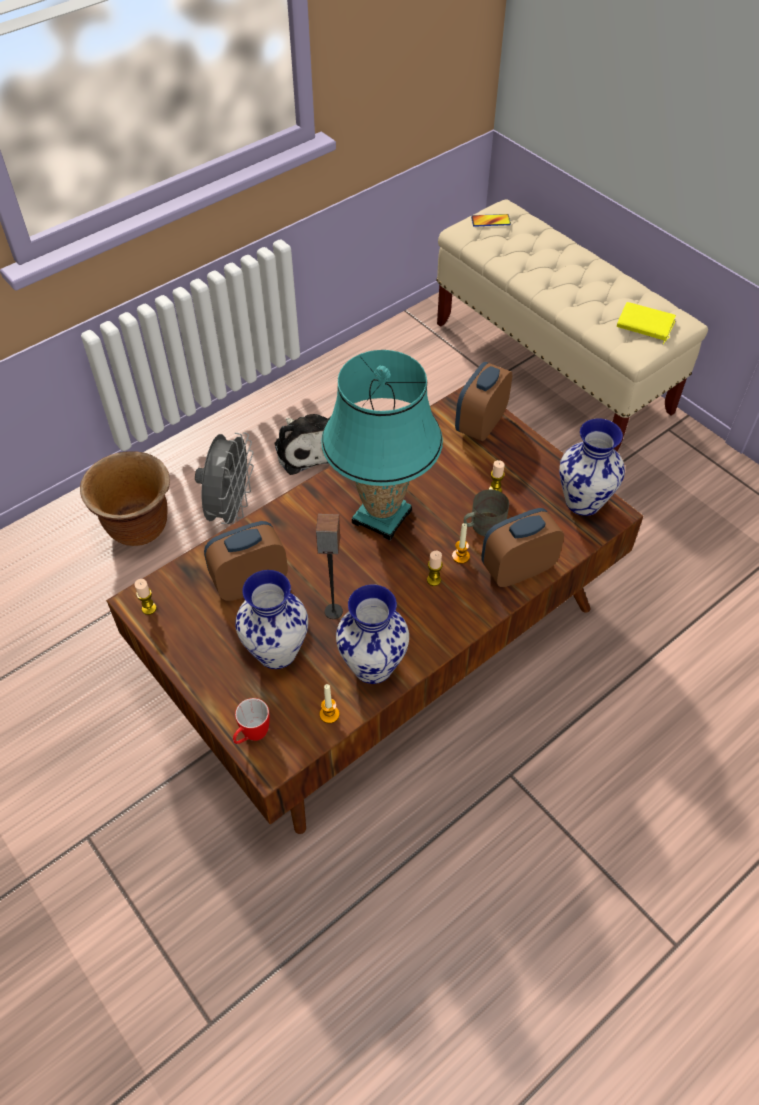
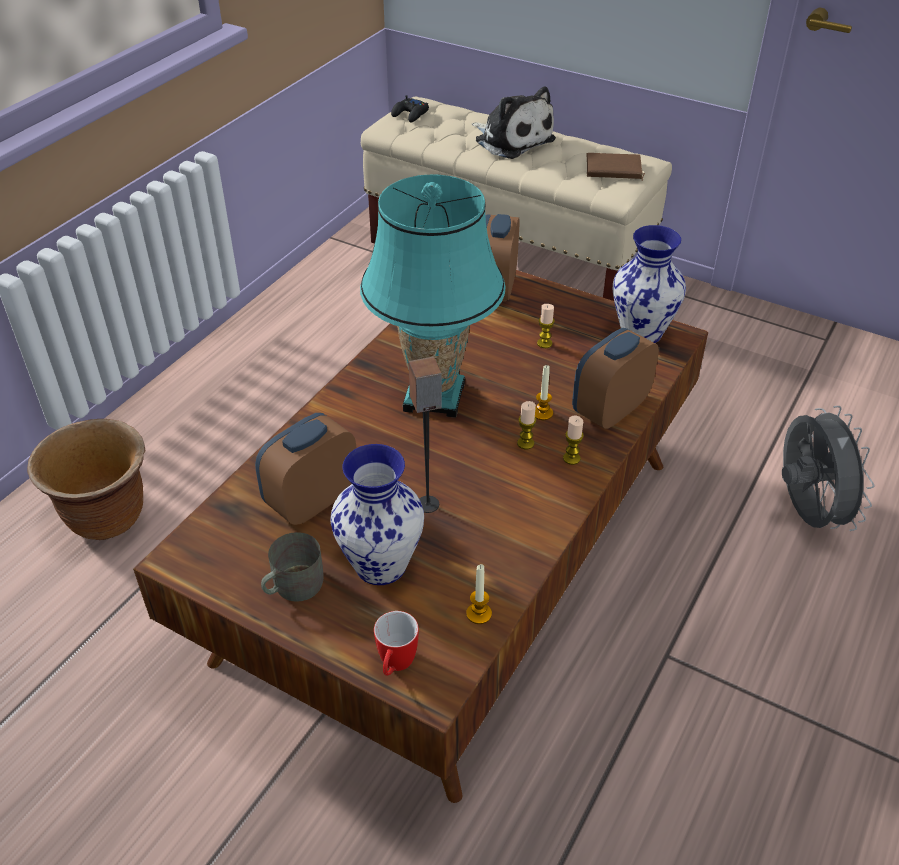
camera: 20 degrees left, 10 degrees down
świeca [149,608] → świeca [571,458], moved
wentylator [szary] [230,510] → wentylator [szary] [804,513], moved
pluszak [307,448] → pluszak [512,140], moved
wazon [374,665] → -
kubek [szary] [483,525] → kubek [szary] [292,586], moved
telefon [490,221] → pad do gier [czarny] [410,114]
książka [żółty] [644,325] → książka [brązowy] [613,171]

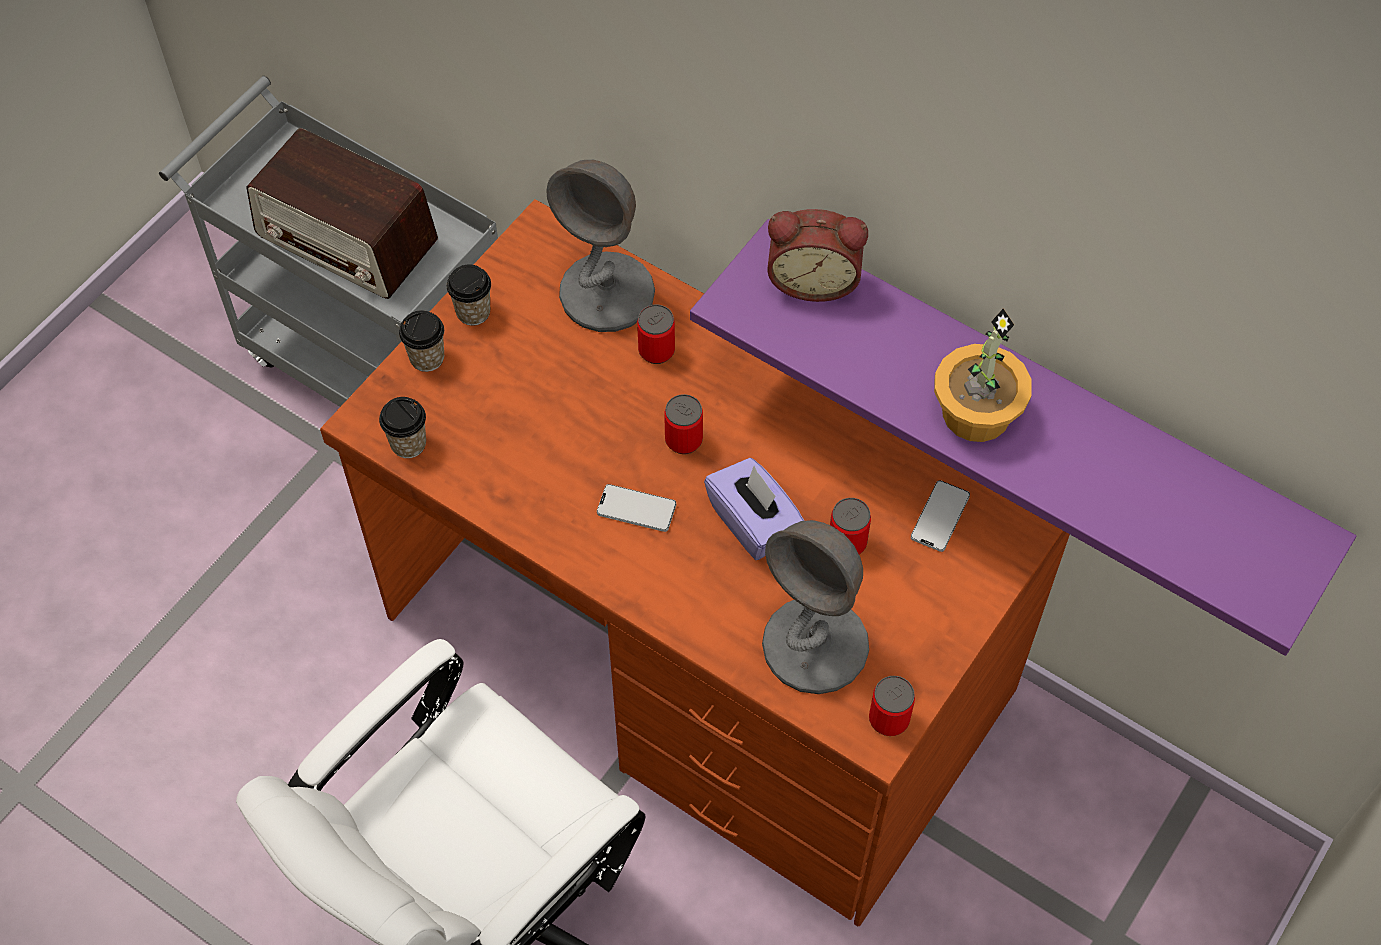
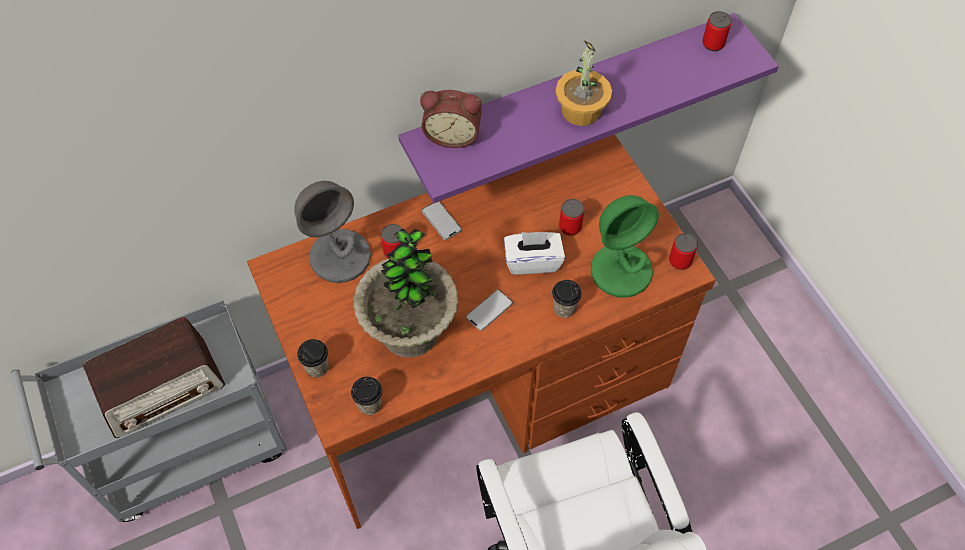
camera: 60 degrees left, 0 degrees up
filiżanka [473,312] → filiżanka [564,308], moved
puszka [683,440] → puszka [713,44], moved
pudełko chusteczek [fioletowy] [754,523] → pudełko chusteczek [biały] [532,261]
lampa stołowa [szary] [816,646] → lampa stołowa [zielony] [621,270]
budzik [813,279] → budzik [452,134], 60 degrees clockwise
telefon [940,517] → telefon [441,221], moved
- → roślina doniczkowa [410,331]

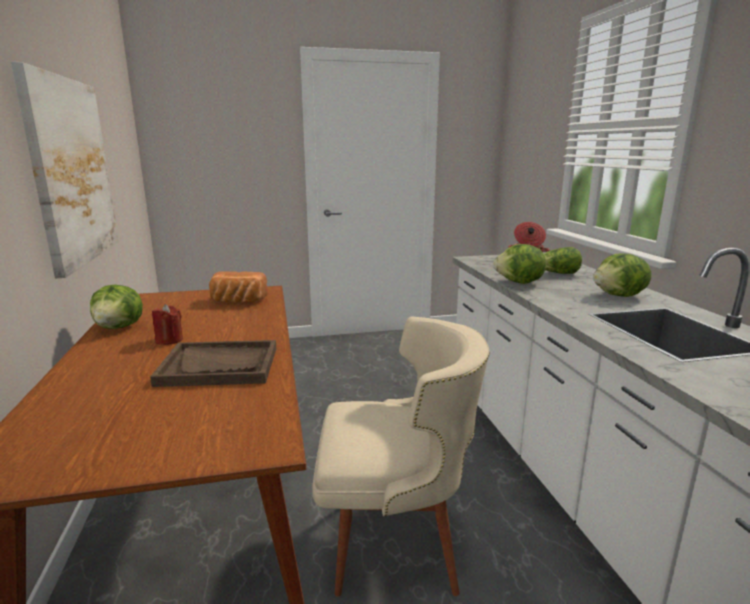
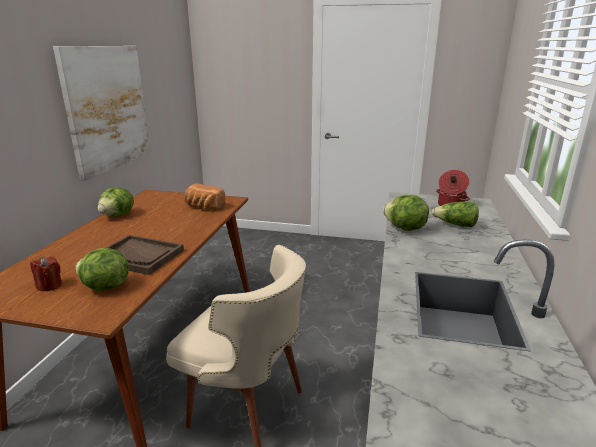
camera: 25 degrees right, 5 degrees up
świeca [czerwony] [169,340] → świeca [czerwony] [49,285], moved
sałata [619,296] → sałata [105,287], moved

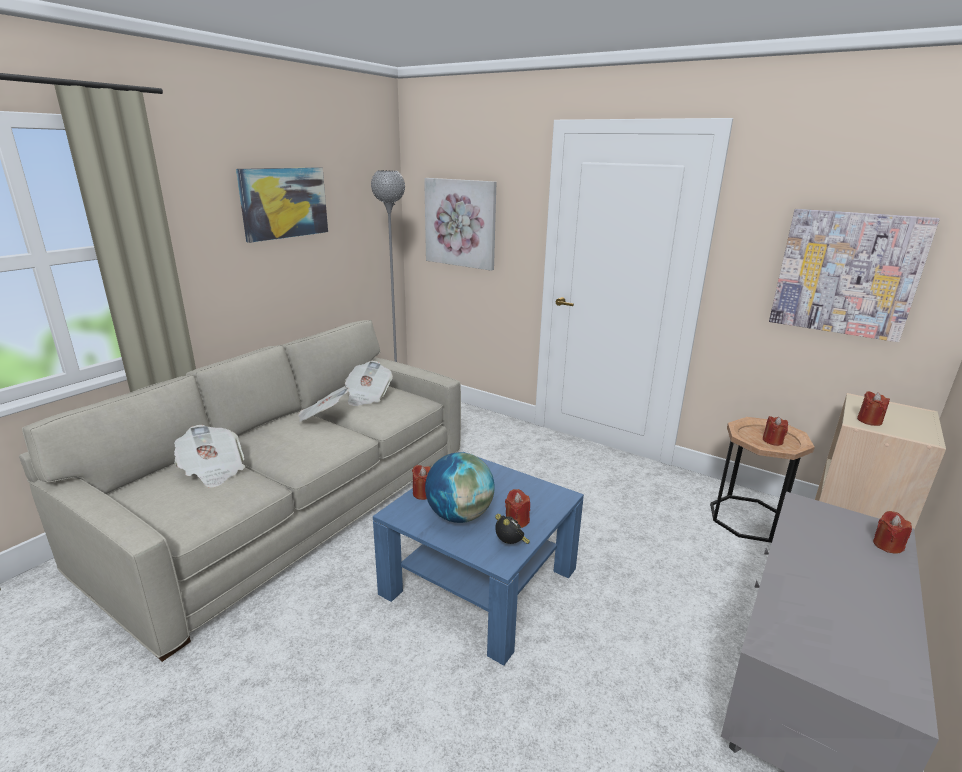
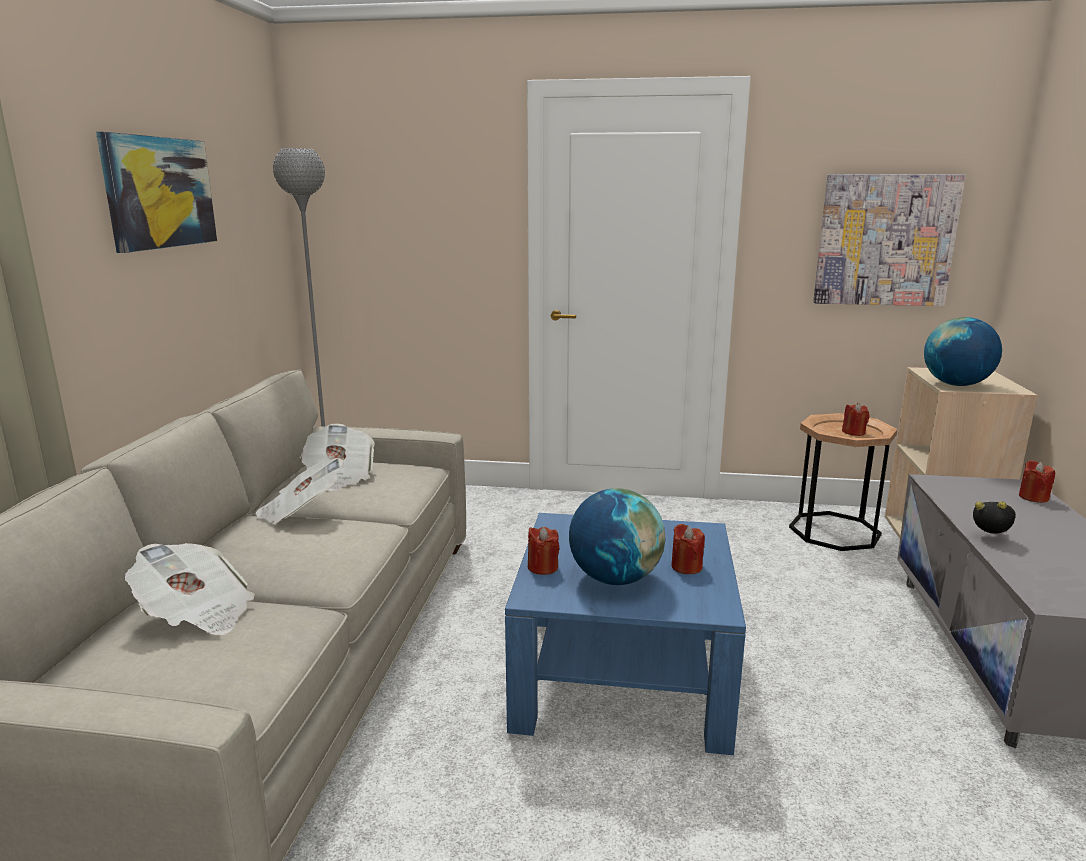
camera: 25 degrees left, 5 degrees down
obraz [461,223] → -
budzik [510,545] → budzik [991,537], moved
świeca [czerwony] [869,421] → globus [956,384]

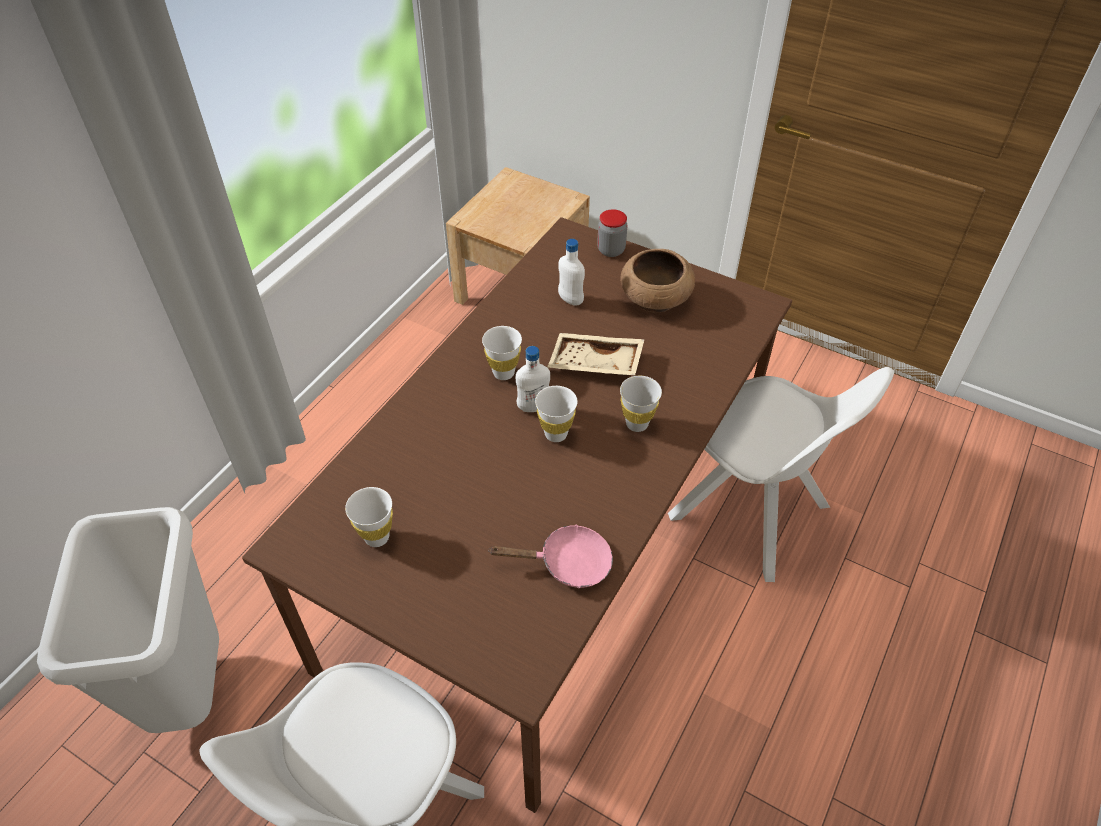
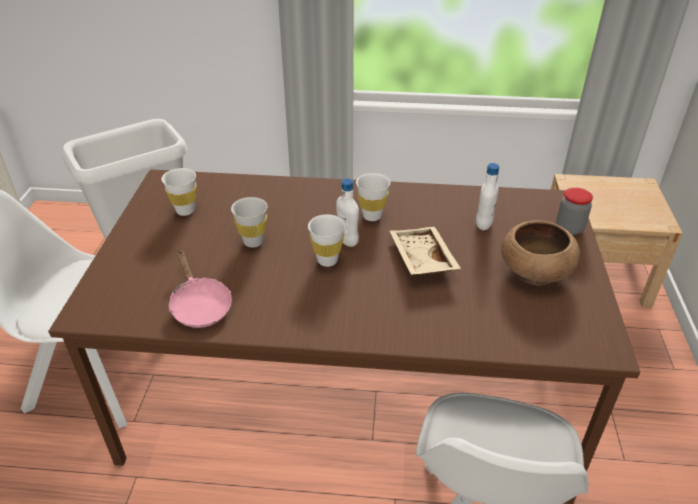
camera: 65 degrees right, 10 degrees down
filiżanka [biały] [637,424] → filiżanka [biały] [253,242], moved

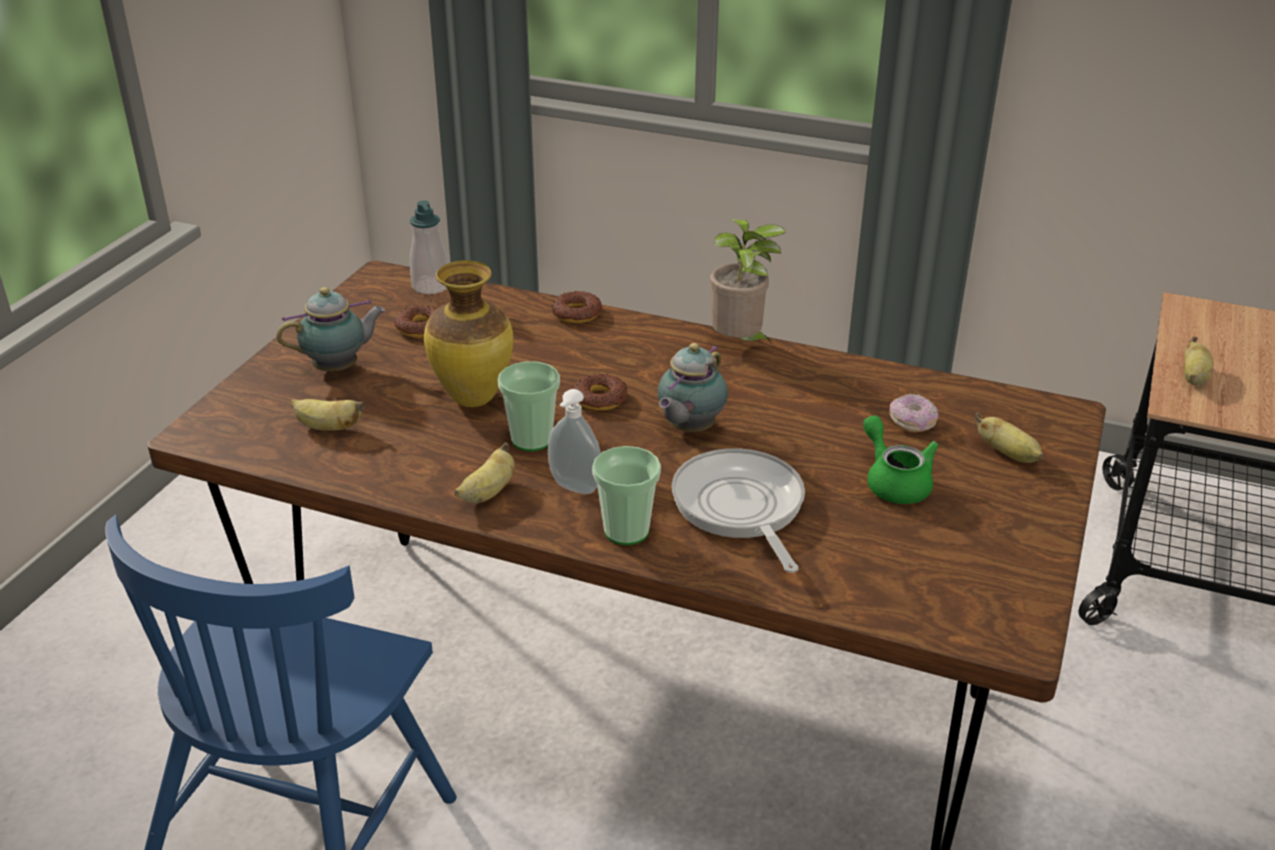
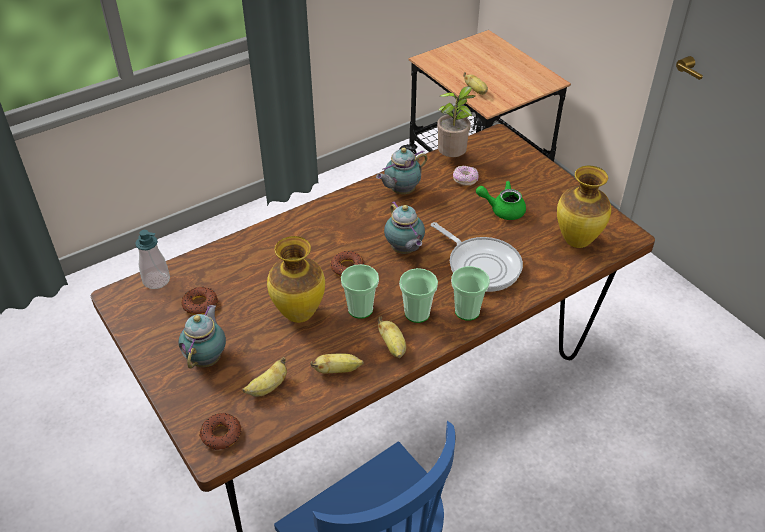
camera: 55 degrees left, 10 degrees up
dozownik mydła [573,488] → filiżanka [417,313]
donut [576,313] → donut [221,435], moved
patelnia [740,508] → patelnia [481,265], 150 degrees counterclockwise
roślina doniczkowa [740,344] → roślina doniczkowa [453,158], moved
banan [1008,454] → banan [337,370], moved
- → imbryk [401,191]
- → wazon [576,242]

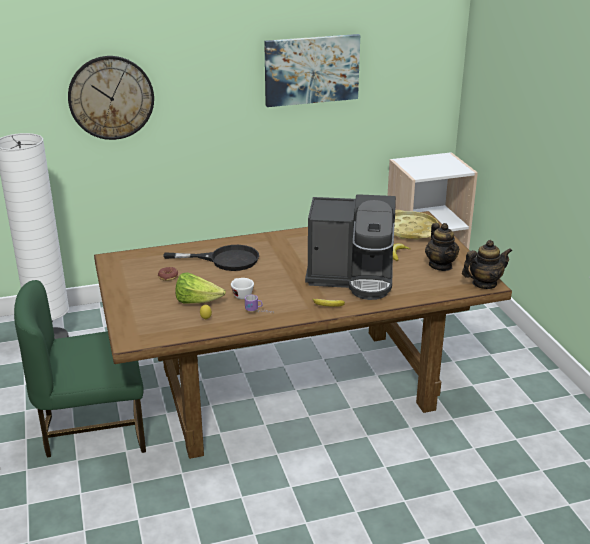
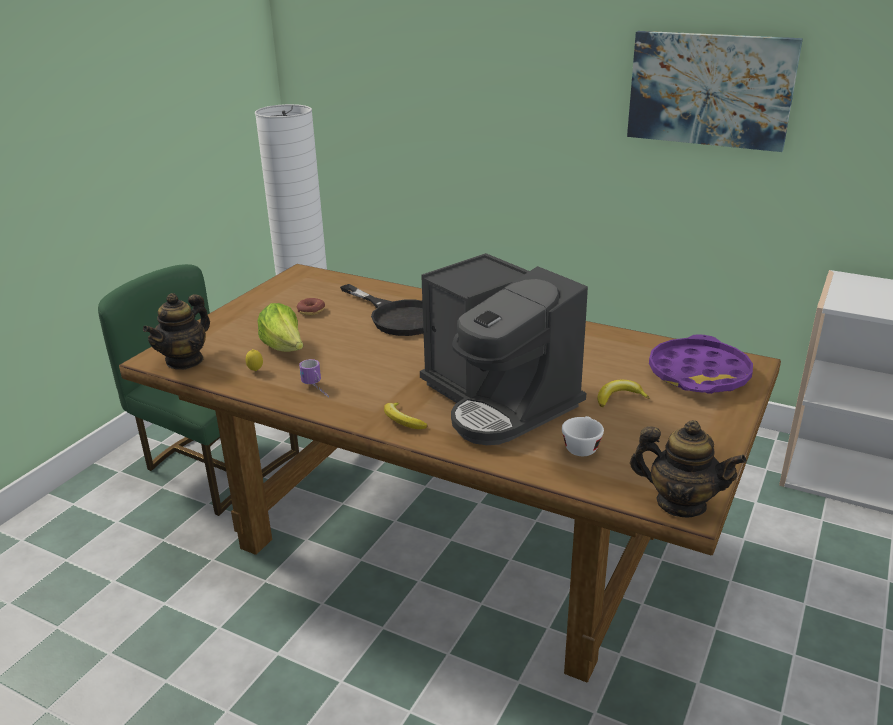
camera: 45 degrees right, 0 degrees up
zegar ścienny [111,97] → -
filiżanka [biały] [241,294] → filiżanka [biały] [581,446], moved
taca [żółty] [410,230] → taca [fioletowy] [699,374]
imbryk [440,265] → imbryk [185,360], moved

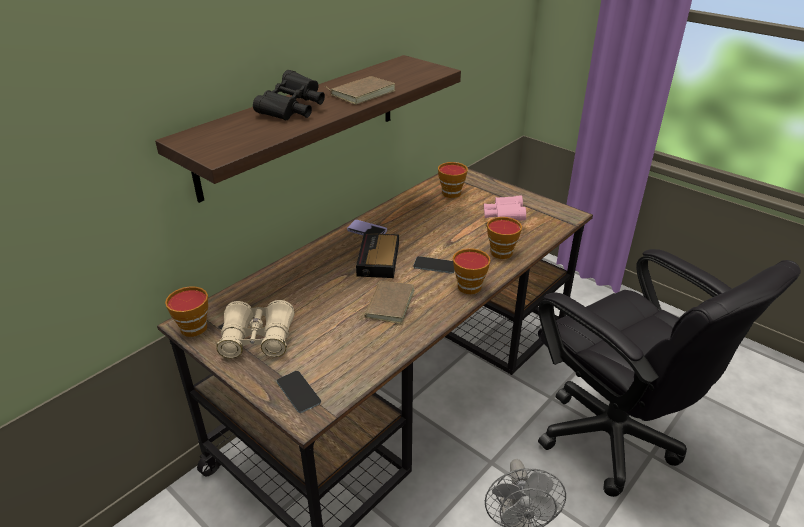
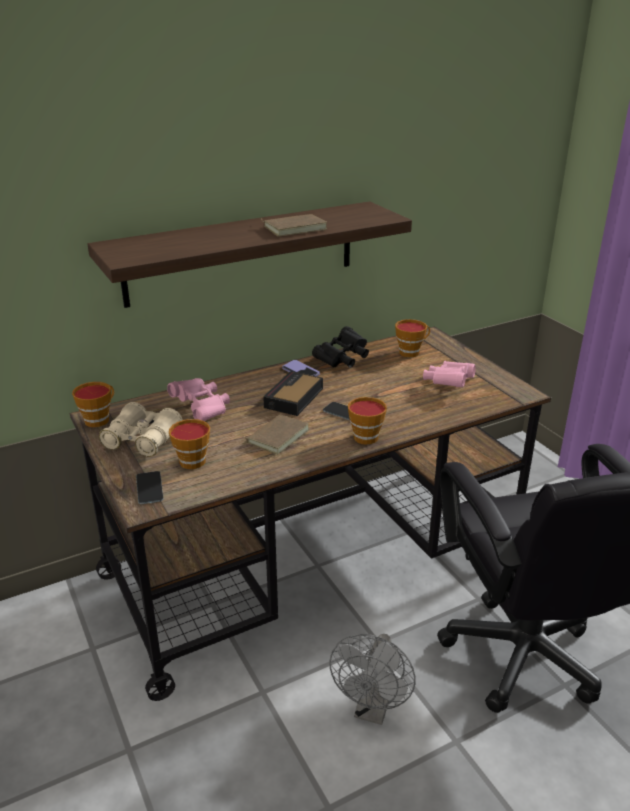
camera: 20 degrees right, 5 degrees down
lornetka [czarny] [293,110] → lornetka [czarny] [343,359], moved
filiżanka [500,251] → filiżanka [193,459], moved
- → lornetka [różowy] [202,408]

